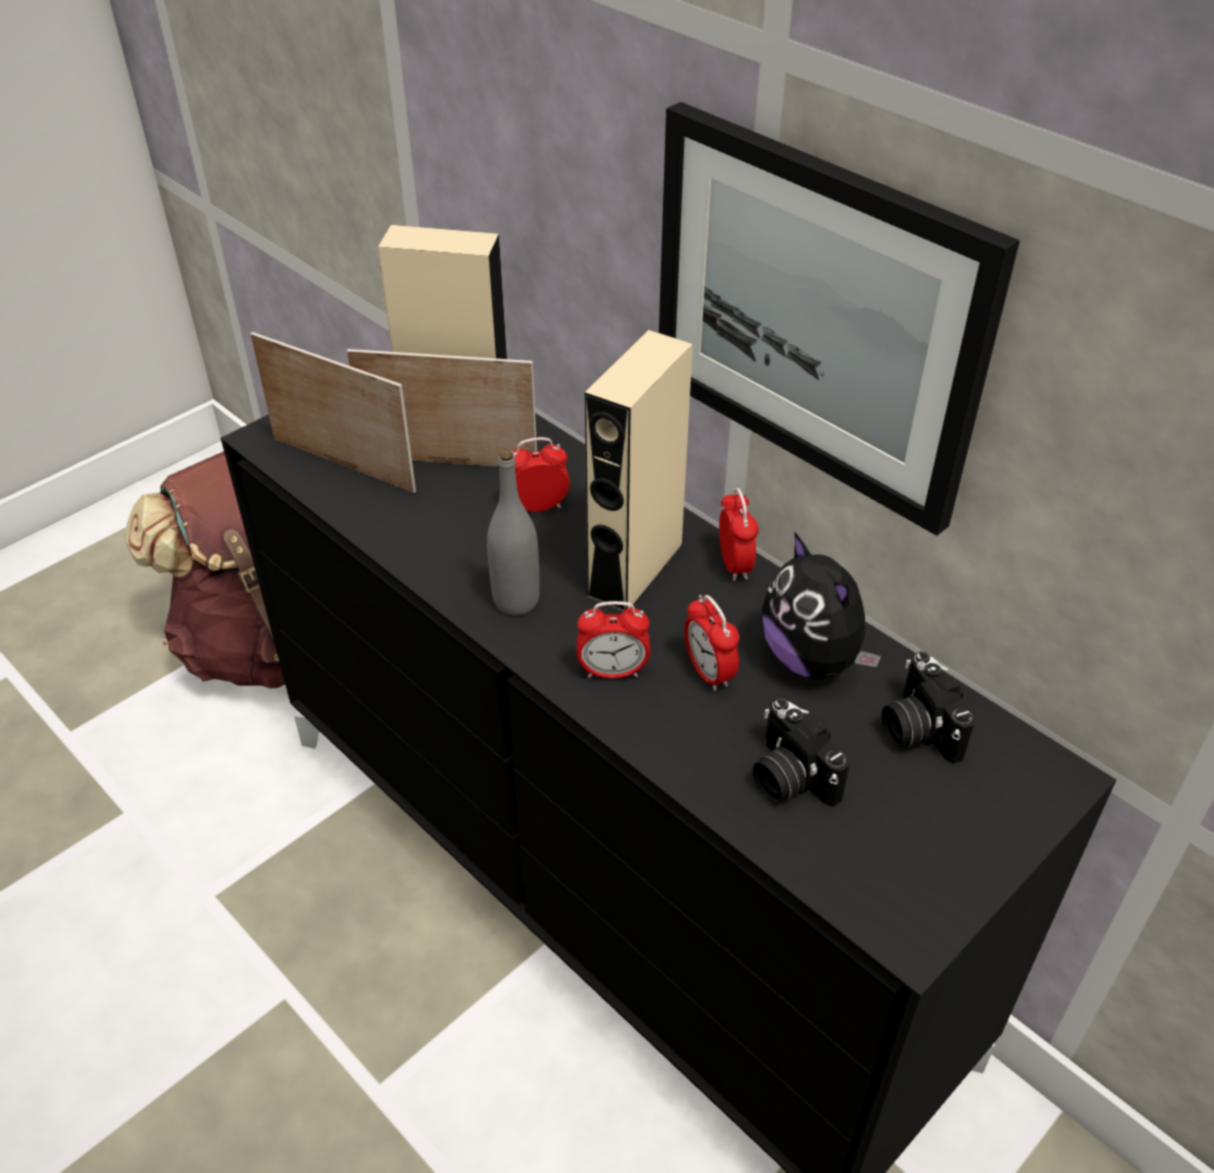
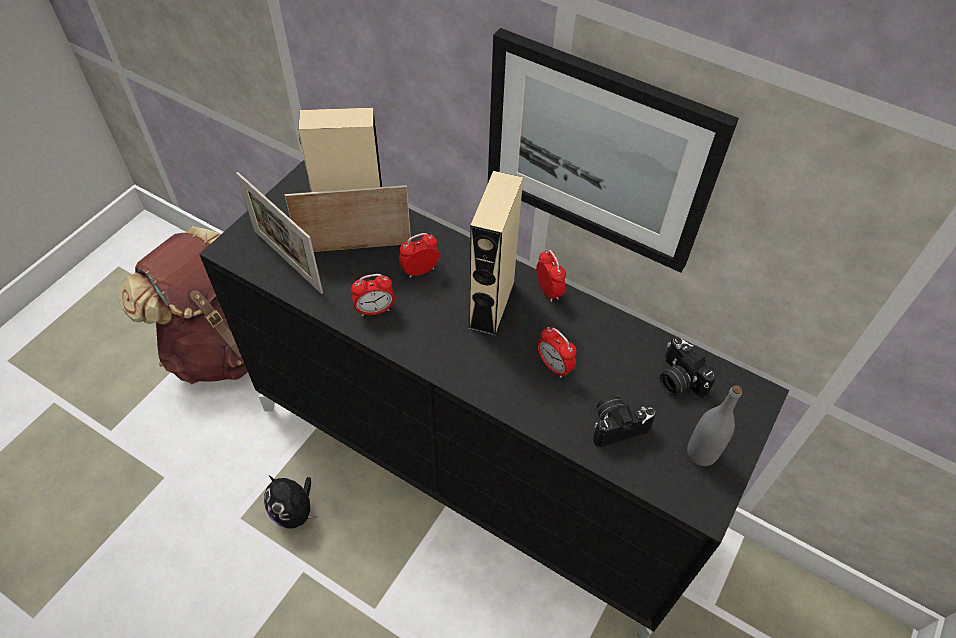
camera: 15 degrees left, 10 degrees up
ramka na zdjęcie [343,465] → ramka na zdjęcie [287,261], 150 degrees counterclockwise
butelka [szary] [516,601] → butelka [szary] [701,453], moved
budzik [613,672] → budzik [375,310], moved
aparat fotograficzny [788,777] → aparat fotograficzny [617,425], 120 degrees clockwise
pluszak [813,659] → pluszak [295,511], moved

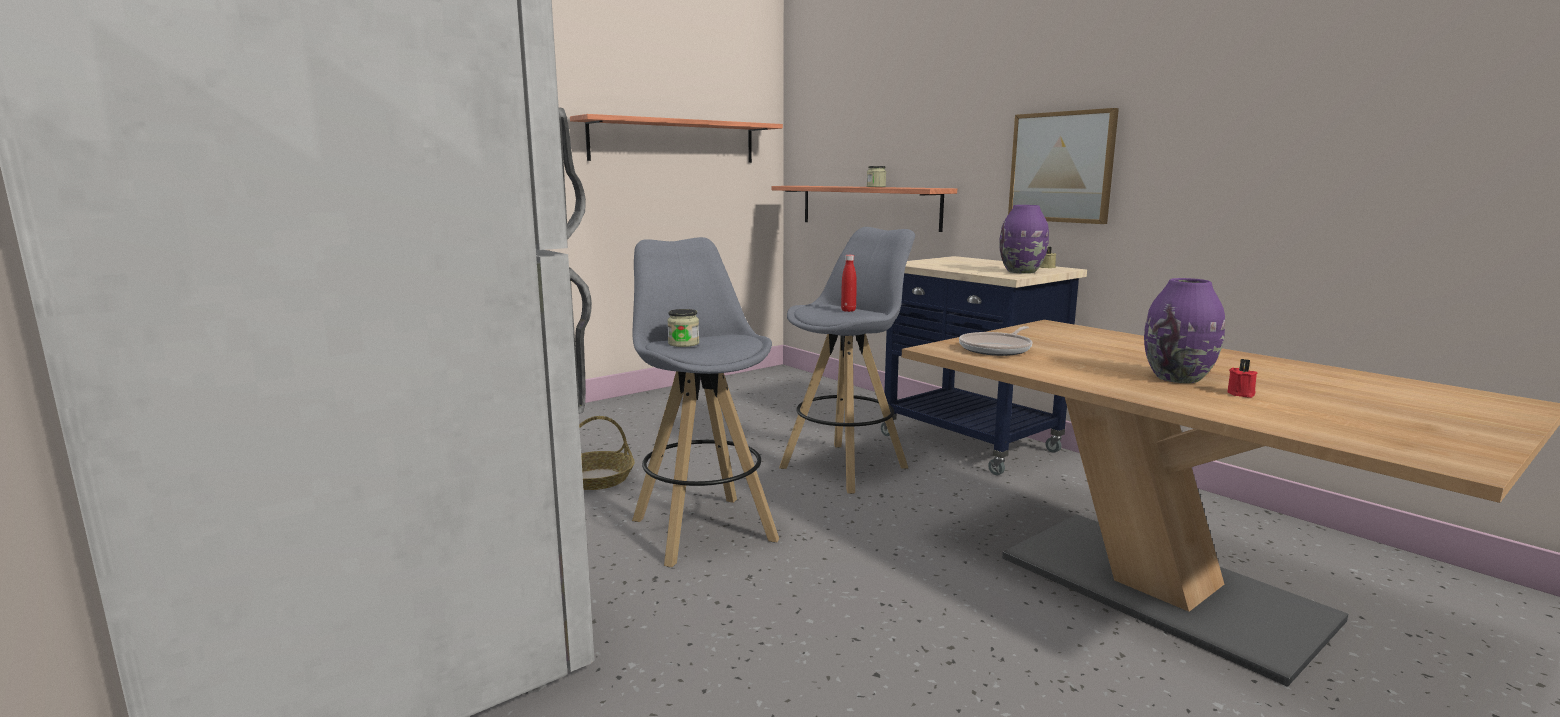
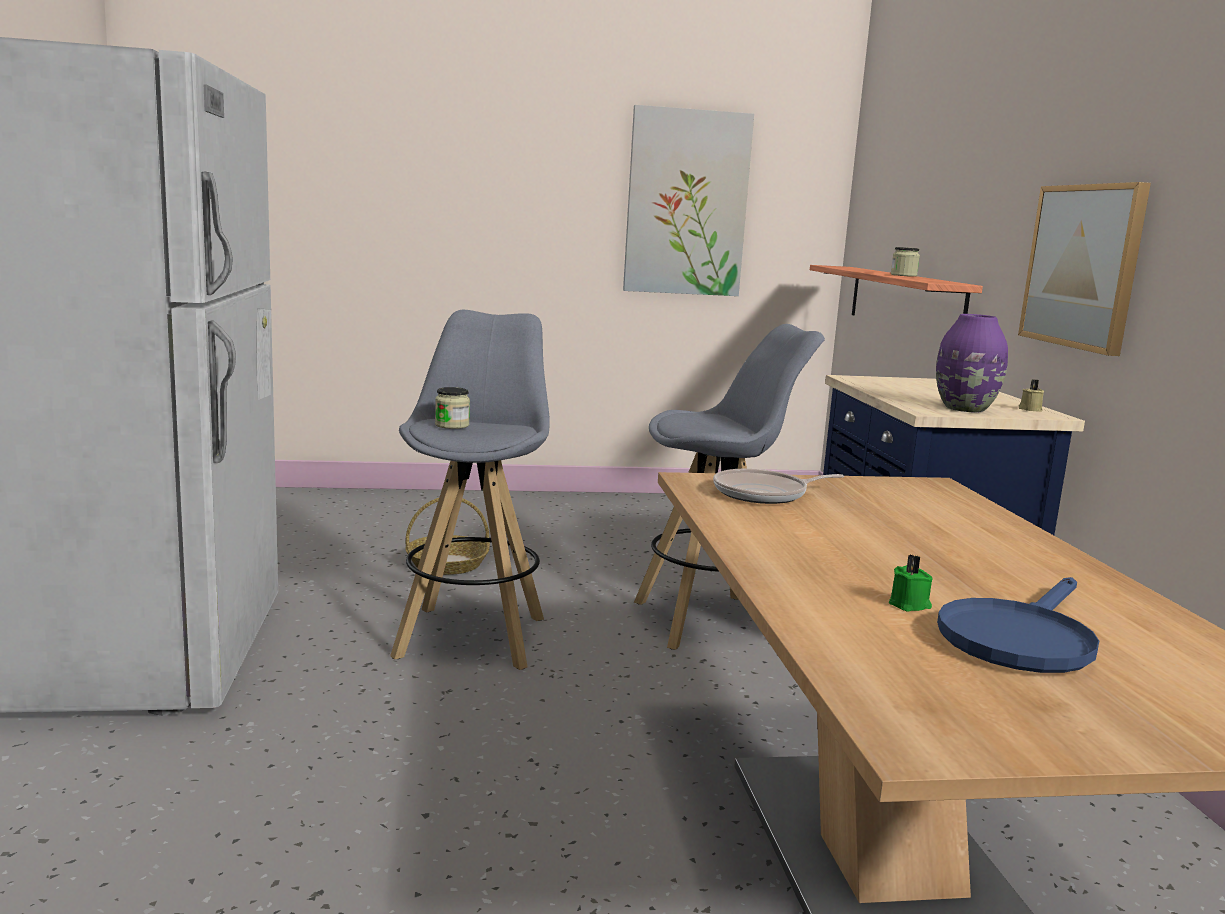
camera: 30 degrees right, 0 degrees up
półka [674,141] → obraz [686,203]
butelka [czerwony] [848,310] → -
wazon [fioletowy] [1178,378] → -
świeca [czerwony] [1242,393] → świeca [zielony] [910,605]
- → patelnia [niebieski] [1020,637]

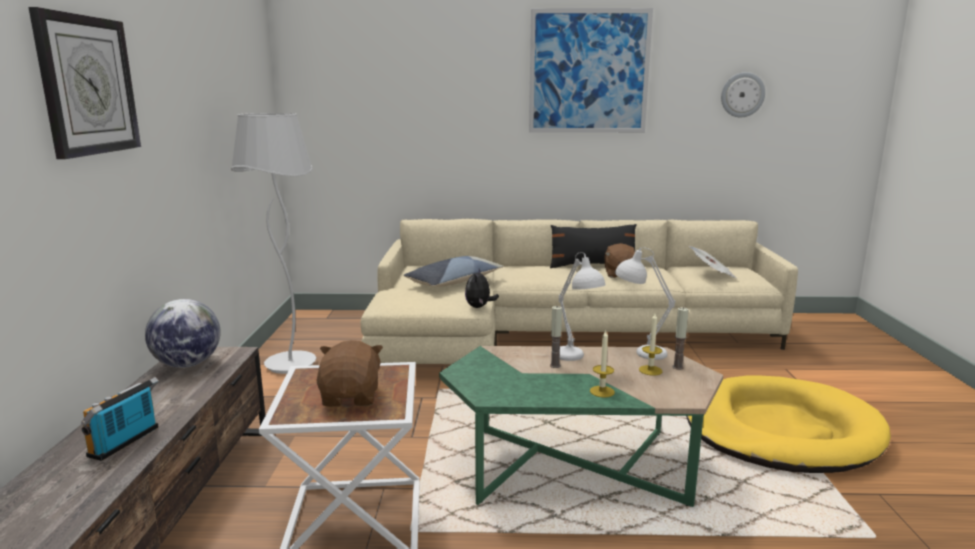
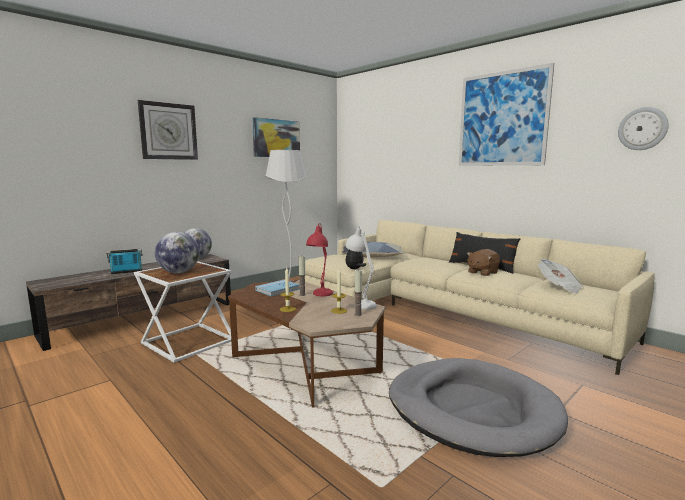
camera: 45 degrees right, 5 degrees down
pluszak [brązowy] [351,397] → globus [178,272]
ława [zielony] [576,466] → ława [brązowy] [305,365]
lampa stołowa [biały] [576,359] → lampa stołowa [czerwony] [320,295]
legowisko [żółty] [781,431] → legowisko [szary] [471,410]
- → obraz [276,138]
- → książka [niebieski] [277,290]

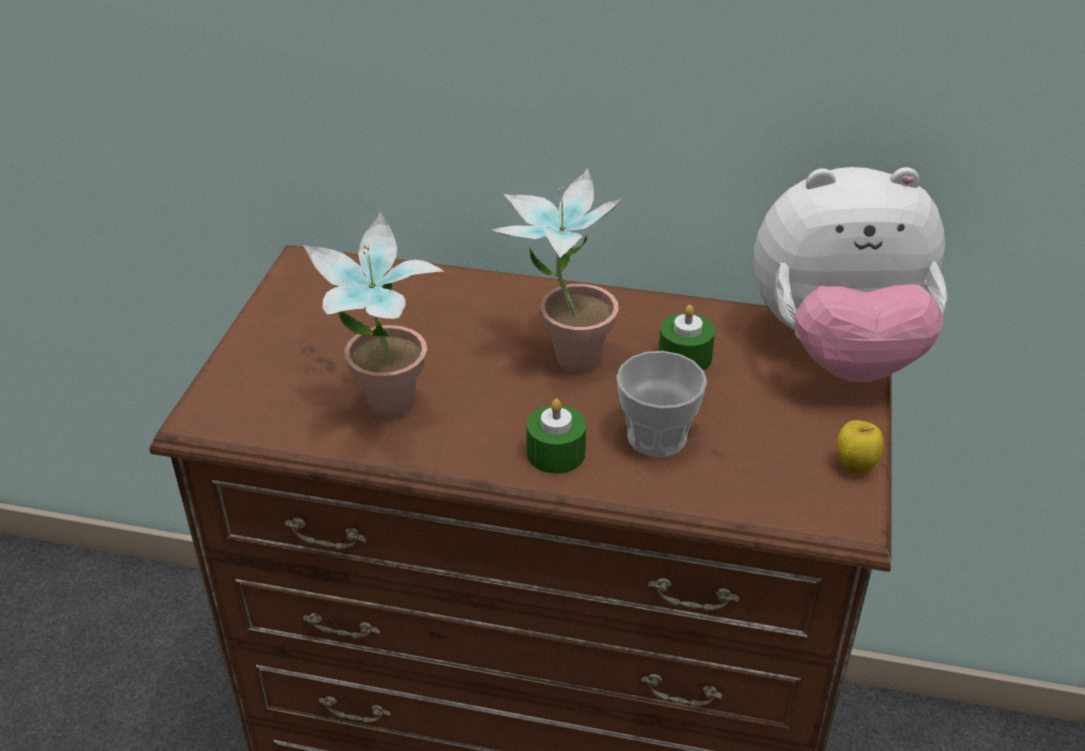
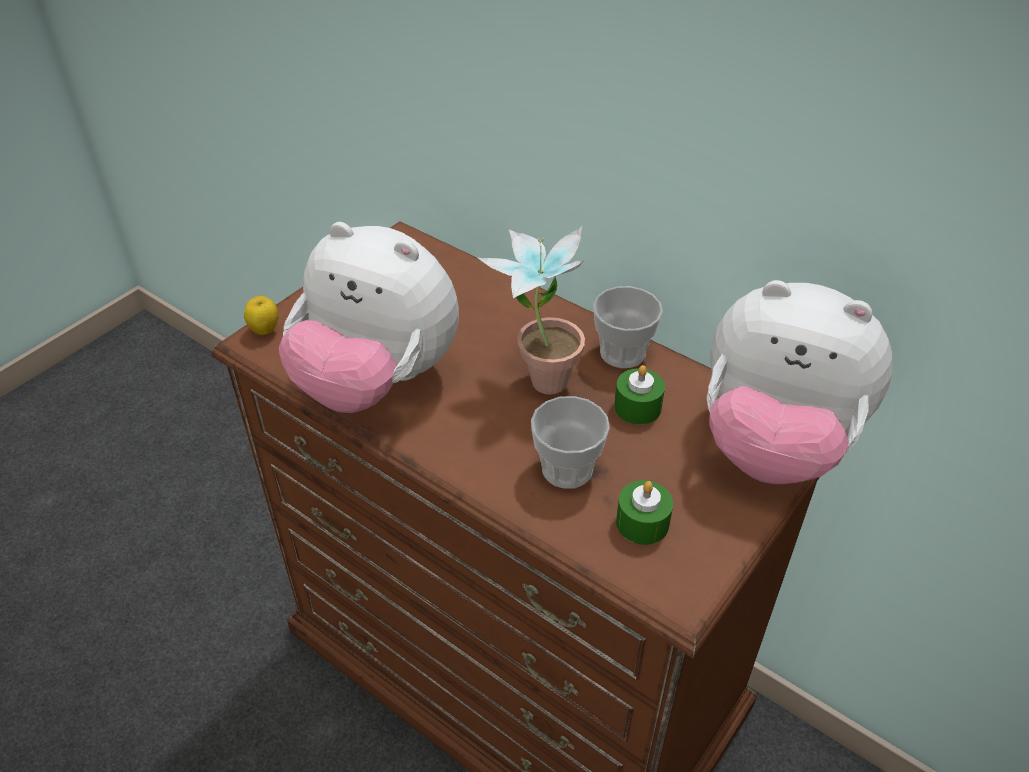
camera: 25 degrees right, 5 degrees up
roślina doniczkowa [386,416] → pluszak [376,381]
świeca [zielony] [556,453] → świeca [zielony] [642,523], moved
jabłko [855,466] → jabłko [265,330], moved
- → filiżanka [622,353]

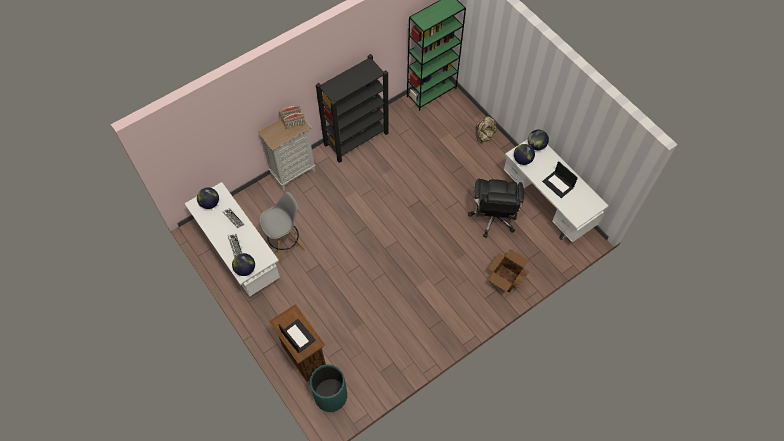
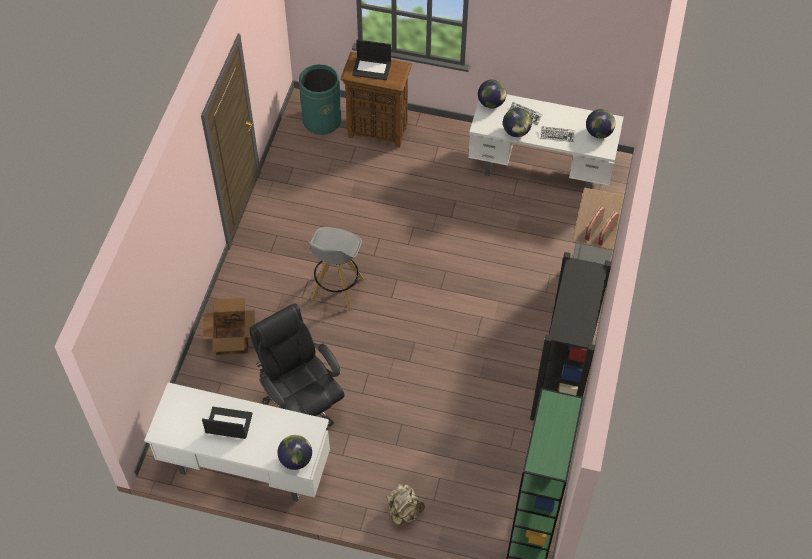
camera: 140 degrees right, 5 degrees down
stołek [szary] [286,244] → stołek [szary] [336,290], moved
globus [522,160] → globus [516,132], moved

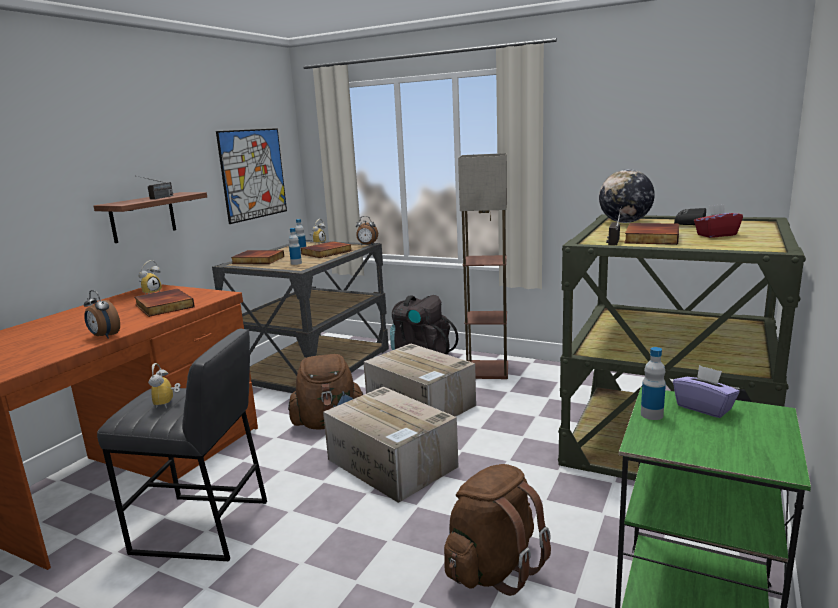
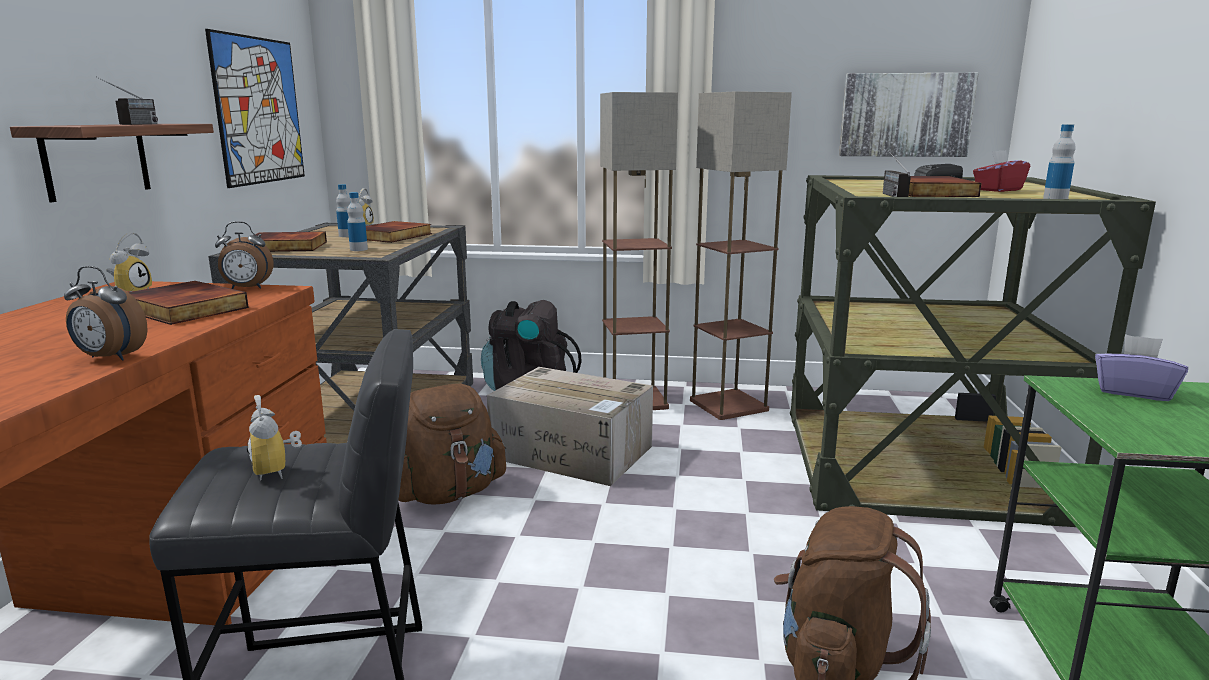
camera: 20 degrees left, 0 degrees up
karton [393,463] → -
budzik [367,245] → budzik [247,288], moved
globus [625,222] → -
butelka [651,415] → butelka [1055,198], moved
- → lampa stojąca [730,405]
- → obraz [905,115]

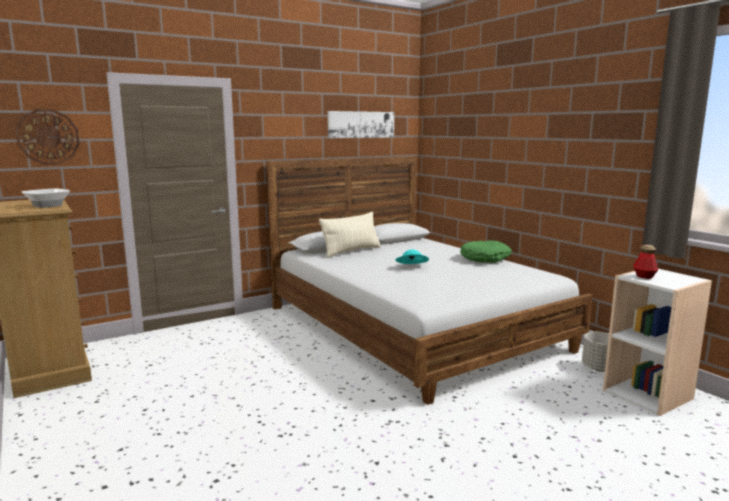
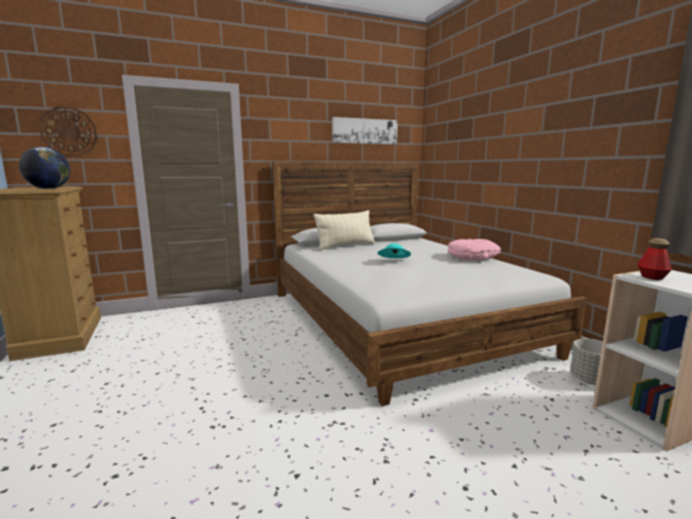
camera: 10 degrees right, 0 degrees up
miska [47,206] → globus [48,188]
poduszka [zielony] [483,259] → poduszka [różowy] [471,257]

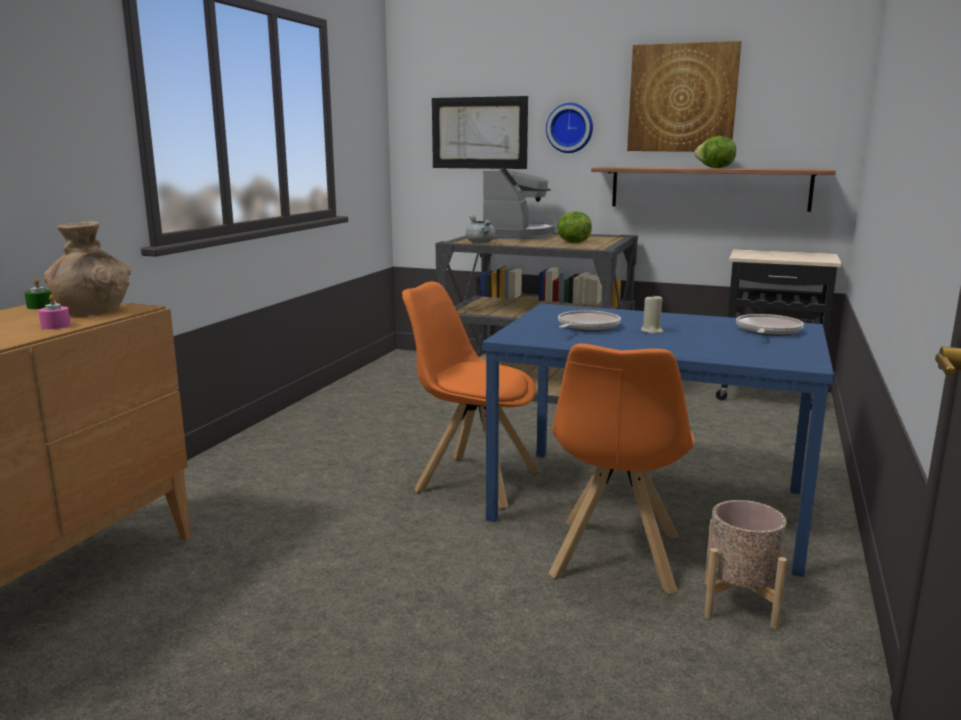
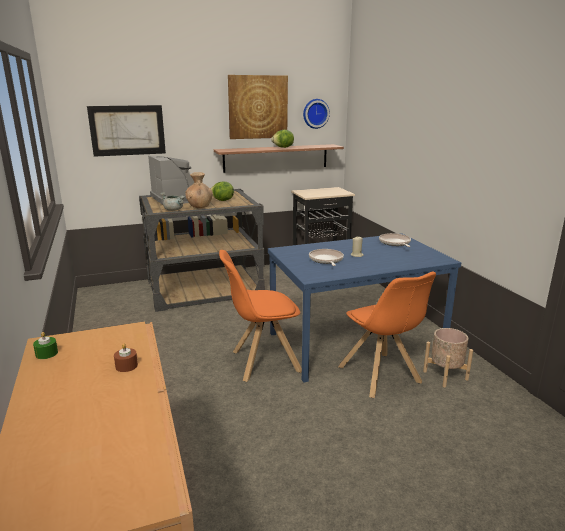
camera: 40 degrees left, 5 degrees up
świeca [różowy] [56,326] → świeca [brązowy] [126,366]
wazon [brązowy] [92,311] → wazon [brązowy] [199,206], moved
zegar ścienny [570,128] → zegar ścienny [315,113], moved

